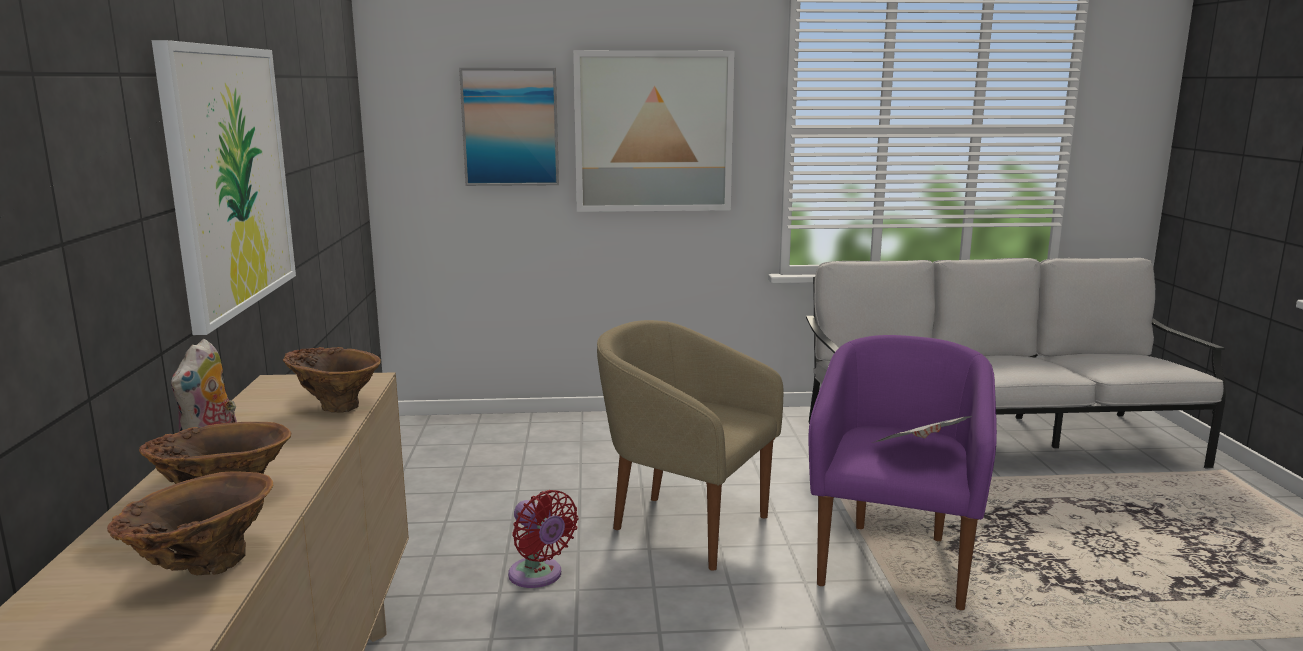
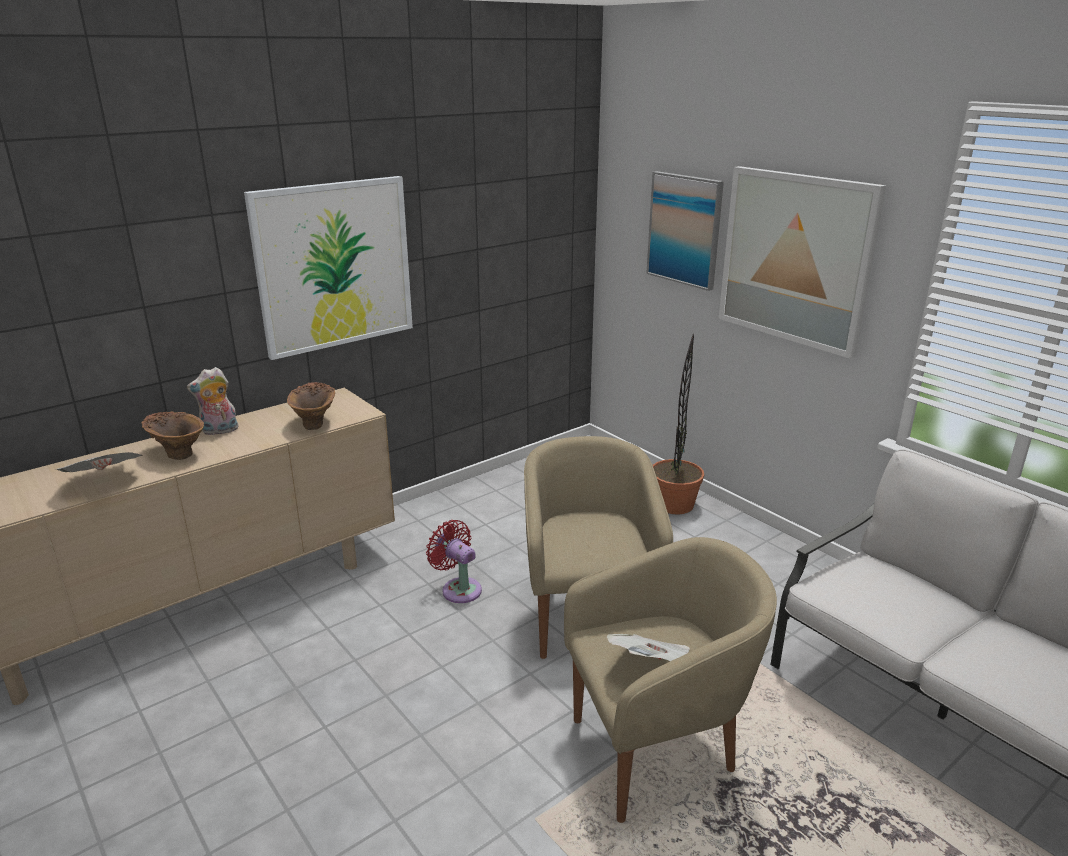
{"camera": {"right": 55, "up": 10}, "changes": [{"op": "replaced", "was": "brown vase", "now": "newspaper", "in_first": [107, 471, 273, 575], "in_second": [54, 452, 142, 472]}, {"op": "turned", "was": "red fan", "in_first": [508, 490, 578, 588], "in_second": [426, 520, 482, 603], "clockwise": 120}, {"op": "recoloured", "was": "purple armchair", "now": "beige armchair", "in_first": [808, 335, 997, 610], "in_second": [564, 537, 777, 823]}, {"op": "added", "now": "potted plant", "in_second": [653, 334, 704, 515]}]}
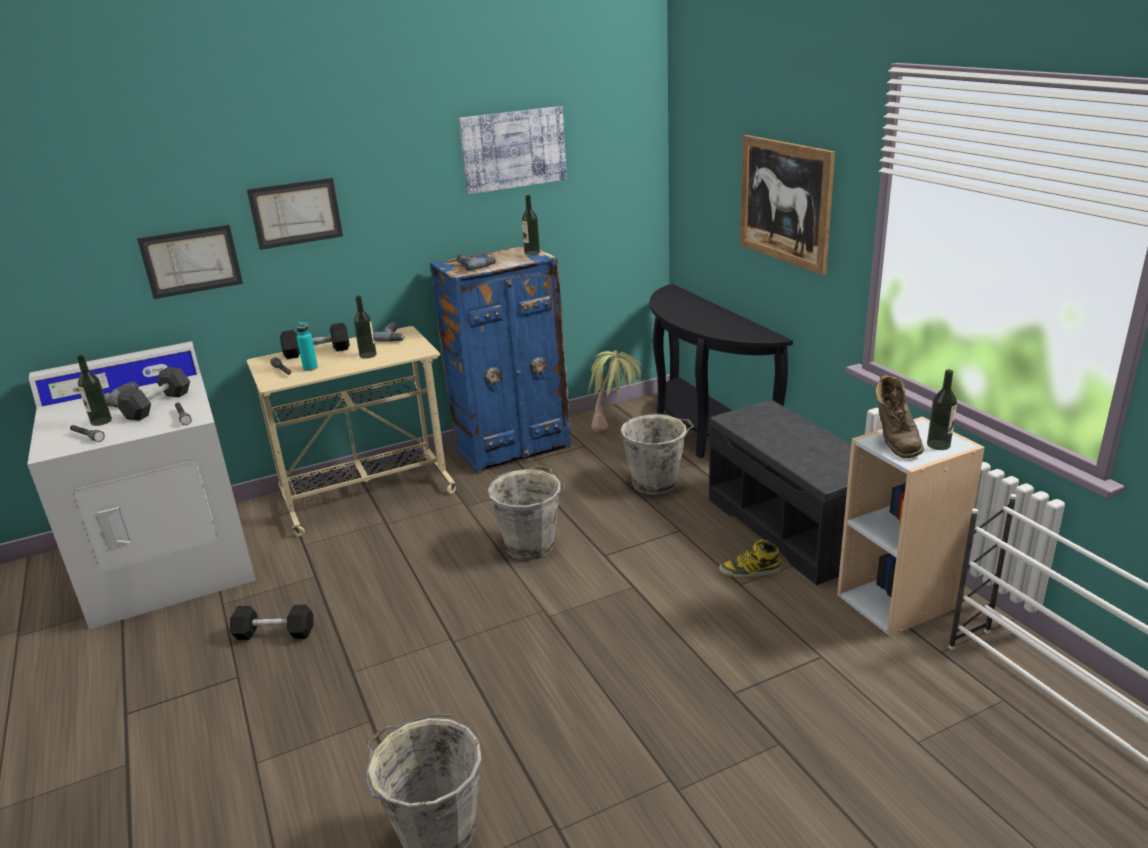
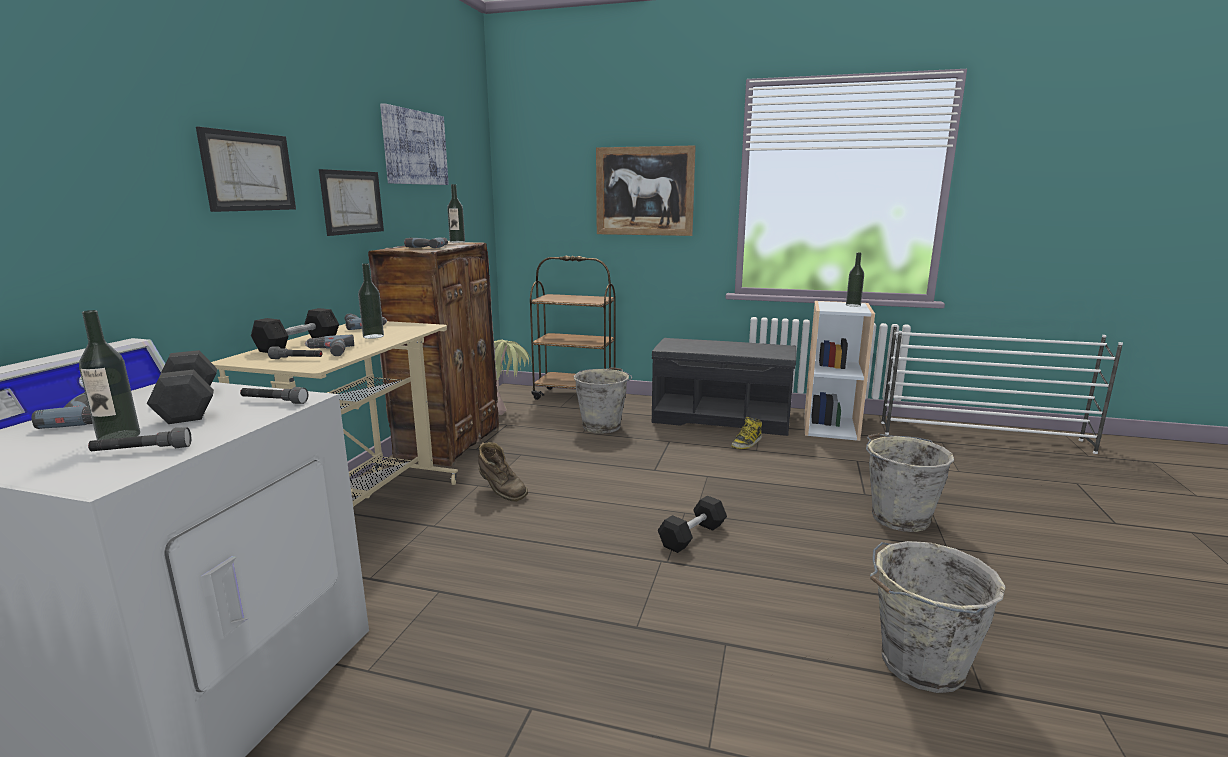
{"camera": {"right": -50, "up": -10}, "changes": [{"op": "moved", "was": "picture", "in_first": [137, 225, 243, 299], "in_second": [319, 169, 384, 236]}, {"op": "moved", "was": "black dumbbell", "in_first": [230, 605, 313, 640], "in_second": [658, 495, 727, 553]}, {"op": "replaced", "was": "turquoise bottle", "now": "power drill", "in_first": [297, 322, 318, 371], "in_second": [305, 335, 354, 356]}, {"op": "recoloured", "was": "blue cabinet", "now": "brown cabinet", "in_first": [430, 246, 571, 474], "in_second": [368, 241, 499, 466]}, {"op": "moved", "was": "grey bucket", "in_first": [488, 465, 565, 560], "in_second": [866, 433, 954, 532]}, {"op": "replaced", "was": "black console table", "now": "brown cart", "in_first": [650, 284, 793, 458], "in_second": [530, 256, 616, 400]}, {"op": "moved", "was": "brown boot", "in_first": [876, 375, 924, 458], "in_second": [478, 442, 528, 501]}]}
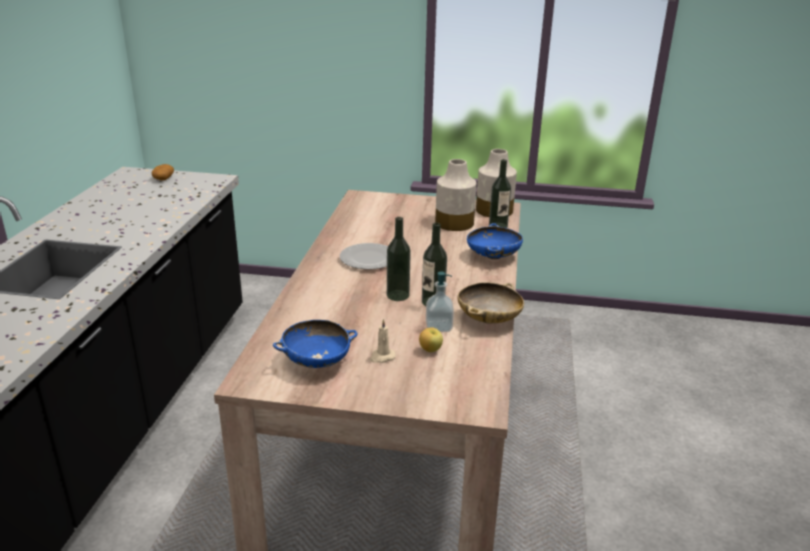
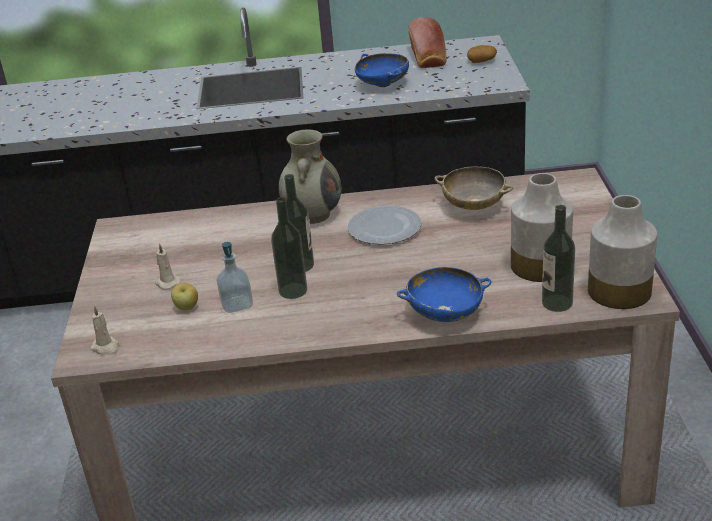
{"camera": {"right": 80, "up": 5}, "changes": [{"op": "moved", "was": "blue bowl", "in_first": [273, 320, 358, 368], "in_second": [355, 53, 409, 87]}, {"op": "moved", "was": "beige bowl", "in_first": [458, 282, 524, 324], "in_second": [435, 166, 513, 210]}, {"op": "added", "now": "beige candle", "in_second": [91, 306, 119, 355]}, {"op": "added", "now": "beige vase", "in_second": [279, 130, 341, 224]}, {"op": "added", "now": "bread", "in_second": [408, 17, 447, 68]}]}
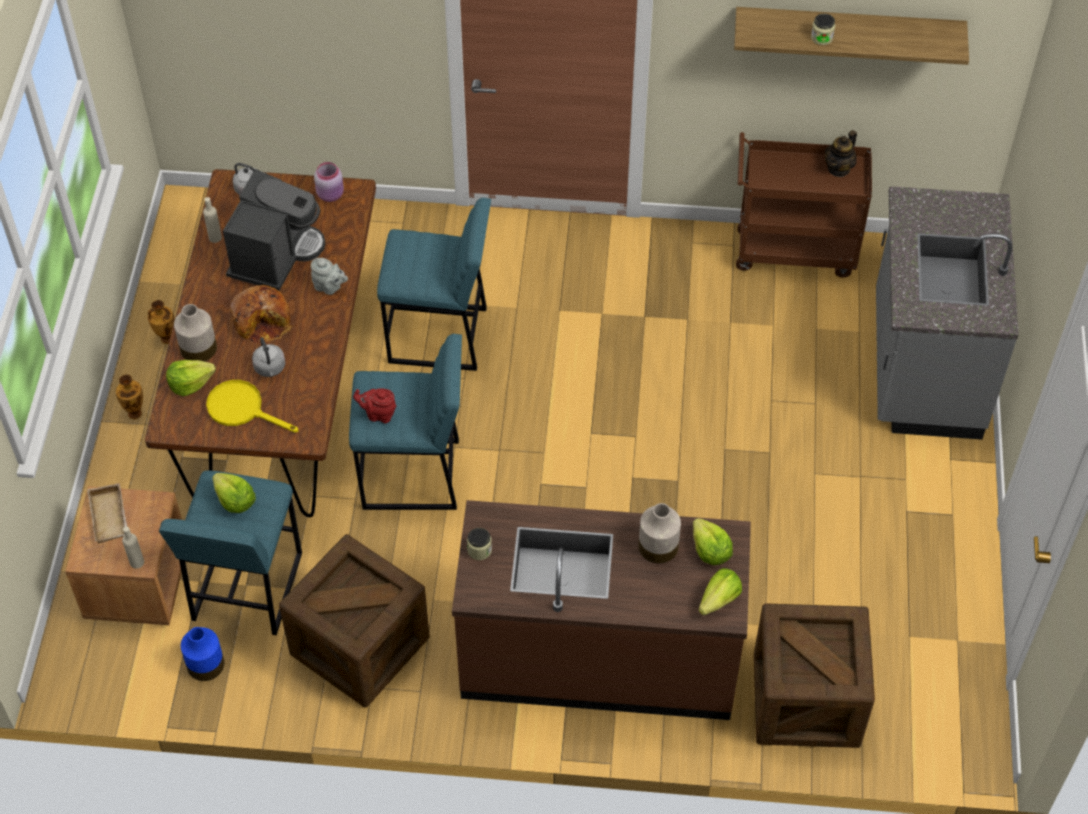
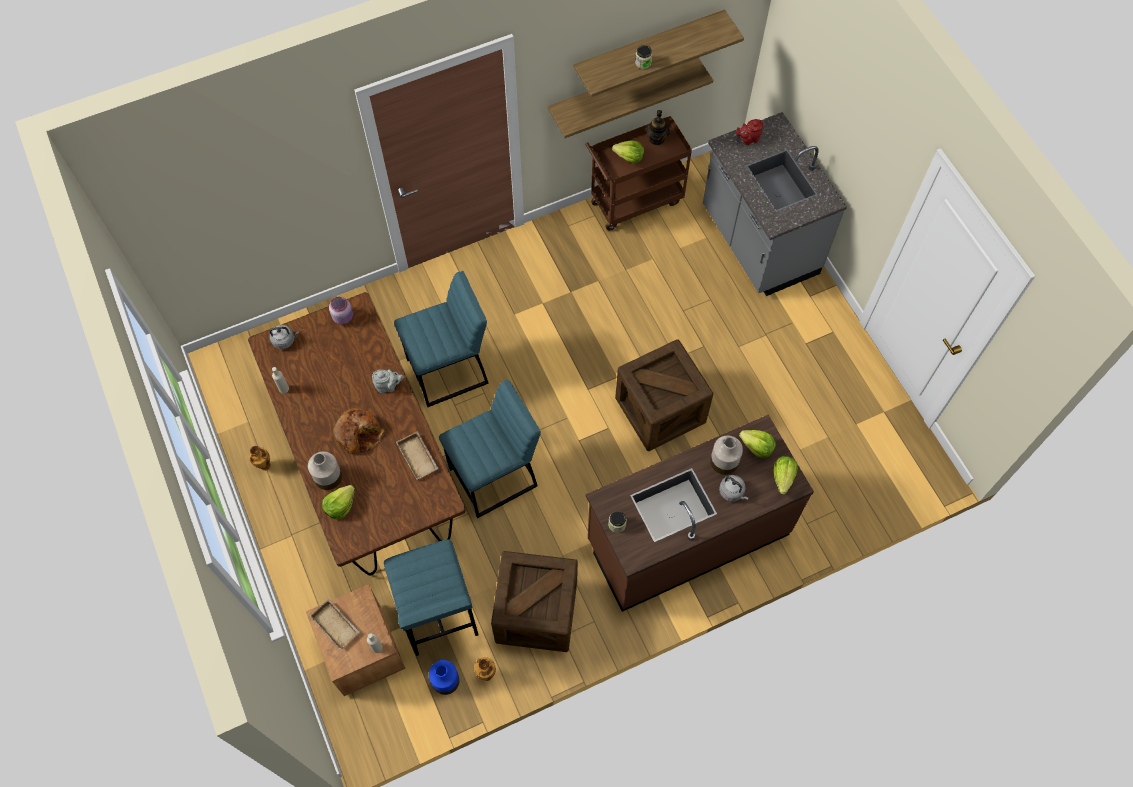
{"camera": {"right": -30, "up": 10}, "changes": [{"op": "moved", "was": "vase", "in_first": [116, 375, 143, 419], "in_second": [474, 657, 496, 681]}, {"op": "removed", "was": "yellow frying pan", "in_first": [206, 380, 298, 433]}, {"op": "moved", "was": "lettuce", "in_first": [212, 473, 256, 513], "in_second": [612, 140, 644, 163]}, {"op": "removed", "was": "coffee machine", "in_first": [223, 169, 326, 291]}, {"op": "moved", "was": "grey kettle", "in_first": [252, 337, 285, 377], "in_second": [719, 475, 749, 501]}, {"op": "moved", "was": "red teapot", "in_first": [353, 388, 397, 423], "in_second": [736, 119, 763, 145]}, {"op": "moved", "was": "crate", "in_first": [754, 603, 875, 748], "in_second": [615, 339, 714, 451]}, {"op": "added", "now": "beige tray", "in_second": [396, 431, 439, 480]}, {"op": "added", "now": "shelf", "in_second": [548, 58, 713, 138]}]}
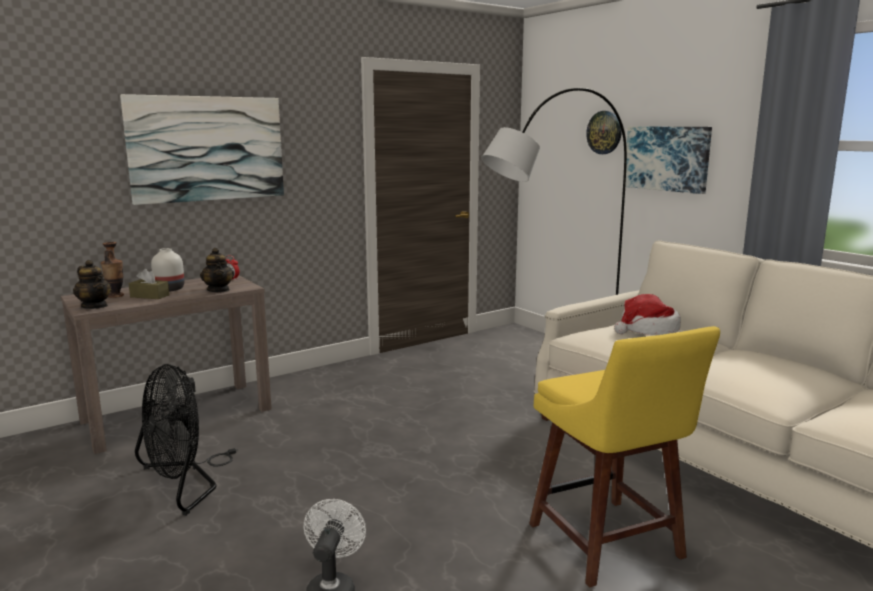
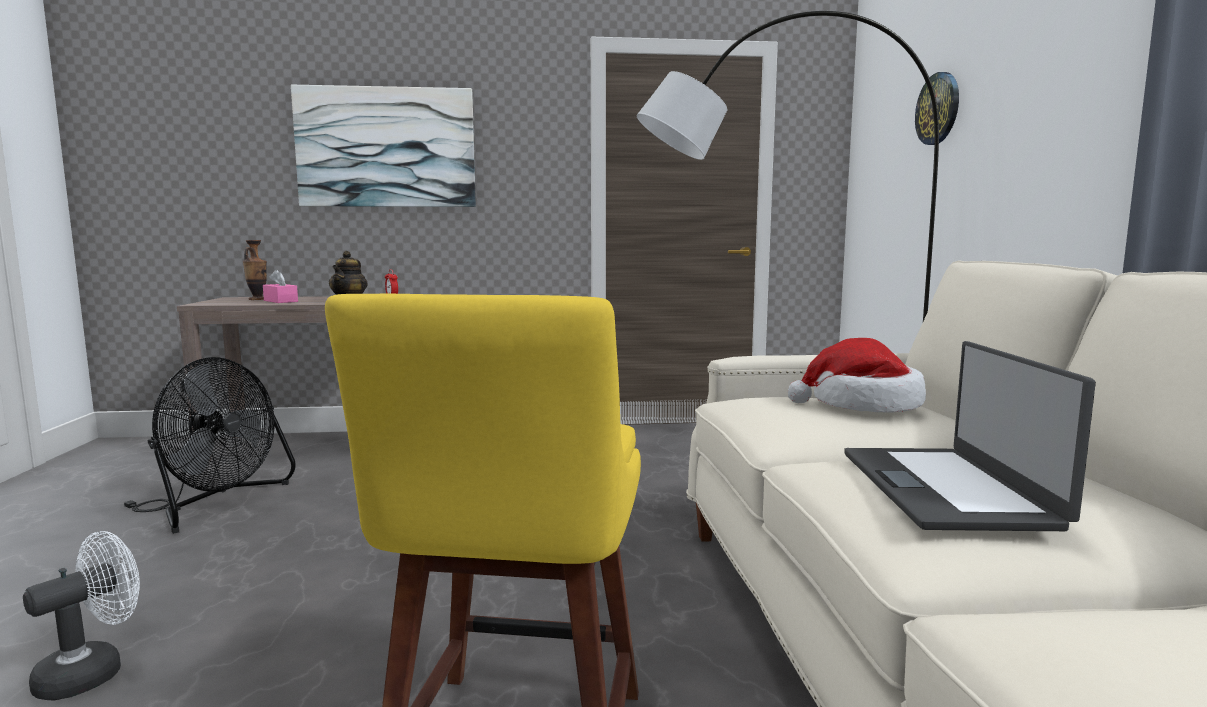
{"camera": {"right": 30, "up": -5}, "changes": [{"op": "removed", "was": "teapot", "in_first": [73, 260, 112, 309]}, {"op": "recoloured", "was": "brown tissue box", "now": "pink tissue box", "in_first": [129, 269, 169, 299], "in_second": [263, 269, 298, 303]}, {"op": "turned", "was": "black fan", "in_first": [135, 364, 238, 516], "in_second": [124, 357, 296, 534], "clockwise": -150}, {"op": "removed", "was": "white vase", "in_first": [151, 248, 184, 292]}, {"op": "removed", "was": "picture", "in_first": [625, 127, 712, 194]}, {"op": "added", "now": "laptop", "in_second": [844, 341, 1096, 531]}]}
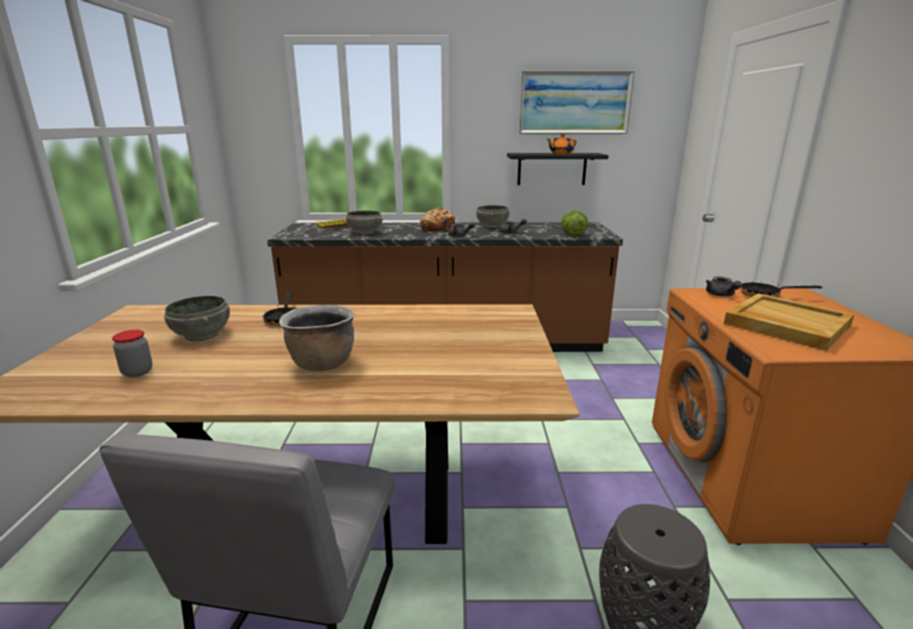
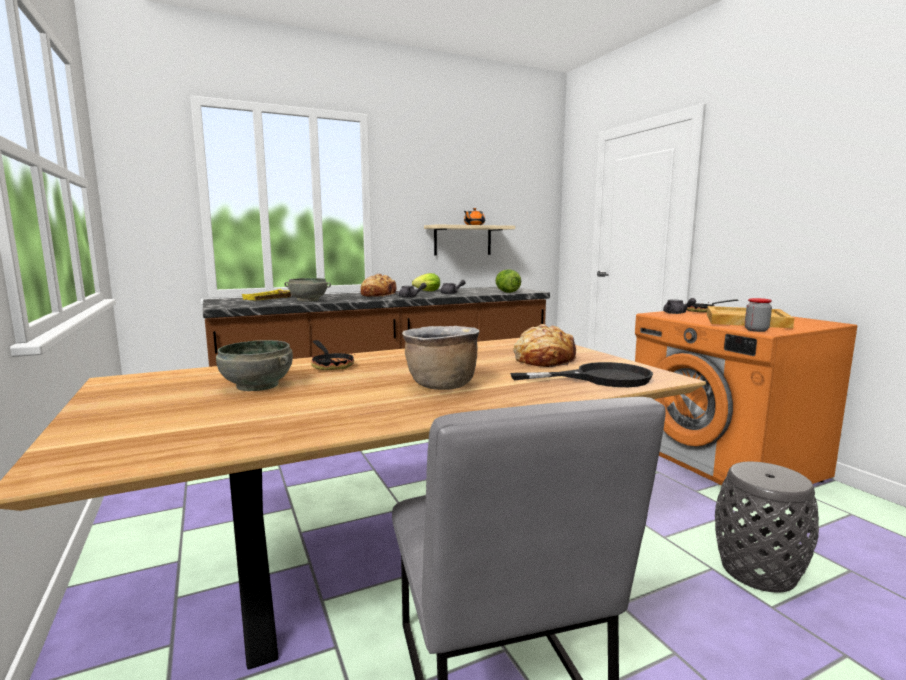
{"camera": {"right": -25, "up": -10}, "changes": [{"op": "moved", "was": "jar", "in_first": [112, 330, 152, 377], "in_second": [745, 298, 772, 332]}, {"op": "replaced", "was": "grey bowl", "now": "lettuce", "in_first": [476, 205, 509, 228], "in_second": [412, 273, 440, 291]}, {"op": "recoloured", "was": "black shelf", "now": "beige shelf", "in_first": [507, 153, 609, 185], "in_second": [424, 224, 515, 255]}, {"op": "removed", "was": "picture", "in_first": [519, 71, 635, 134]}, {"op": "added", "now": "black frying pan", "in_second": [510, 362, 653, 387]}, {"op": "added", "now": "bread", "in_second": [513, 324, 577, 367]}]}
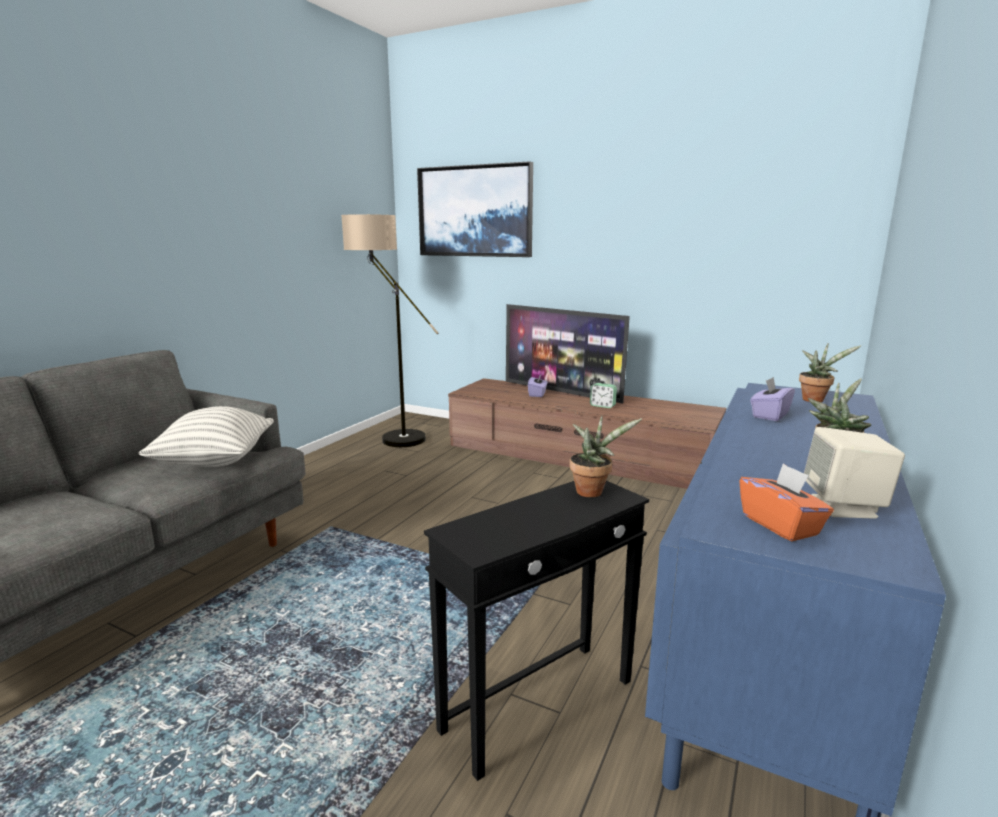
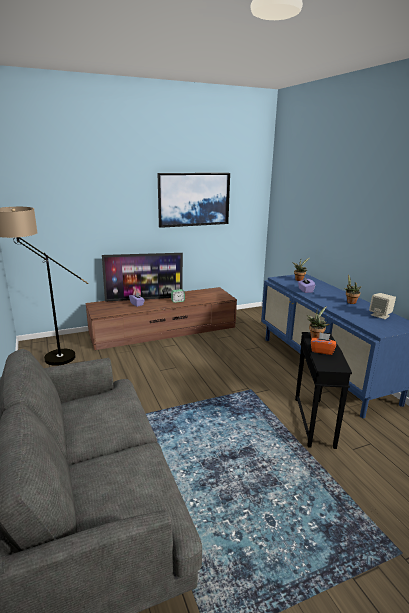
{"camera": {"right": -50, "up": 5}, "changes": [{"op": "removed", "was": "pillow", "in_first": [139, 406, 274, 467]}, {"op": "moved", "was": "picture", "in_first": [417, 161, 533, 257], "in_second": [157, 173, 230, 228]}, {"op": "moved", "was": "orange tissue box", "in_first": [739, 463, 834, 541], "in_second": [311, 332, 336, 355]}]}
